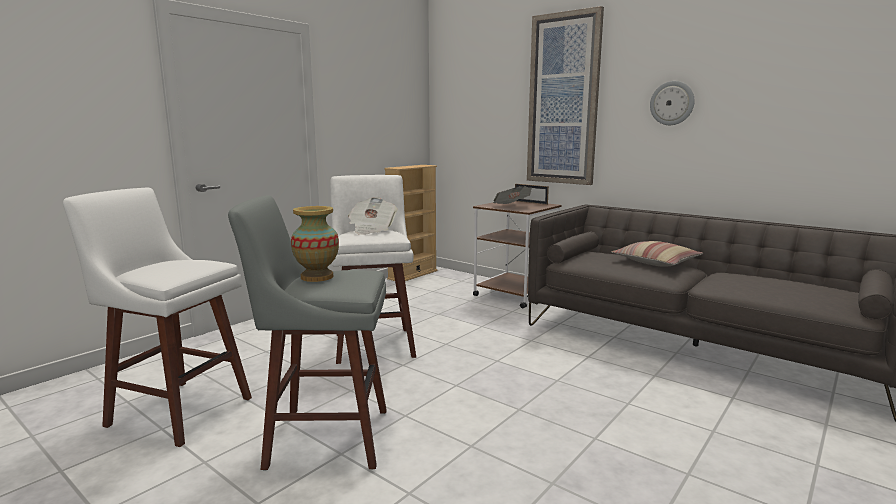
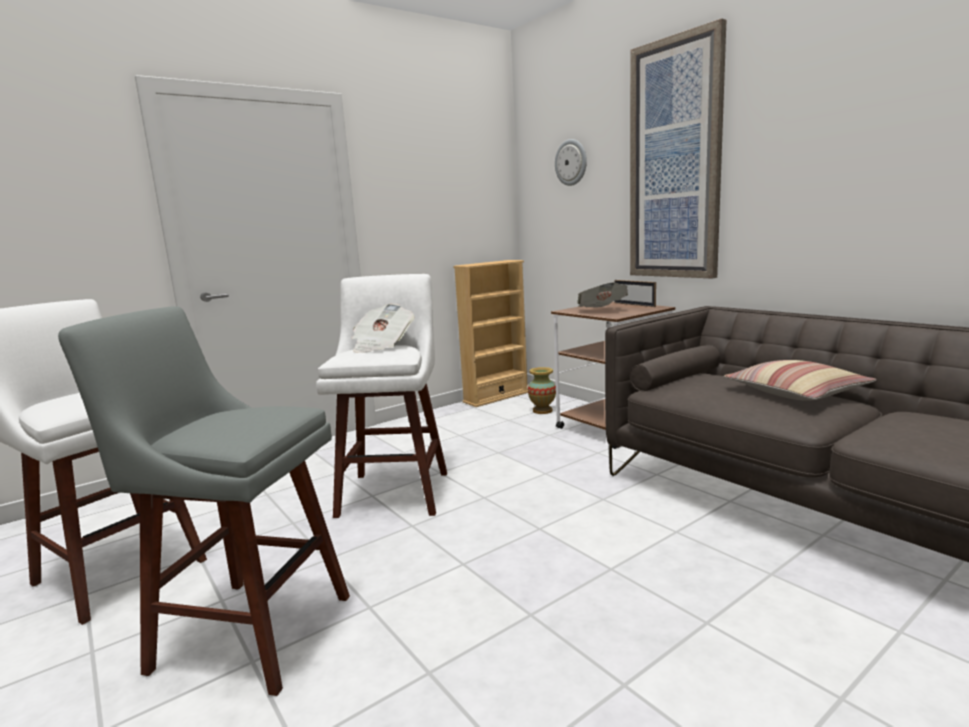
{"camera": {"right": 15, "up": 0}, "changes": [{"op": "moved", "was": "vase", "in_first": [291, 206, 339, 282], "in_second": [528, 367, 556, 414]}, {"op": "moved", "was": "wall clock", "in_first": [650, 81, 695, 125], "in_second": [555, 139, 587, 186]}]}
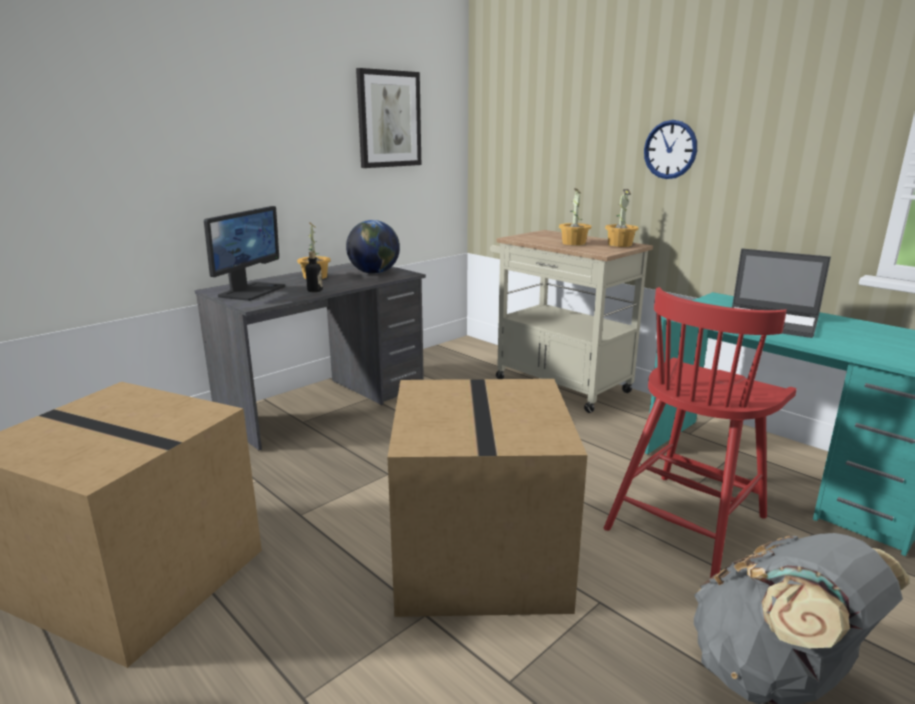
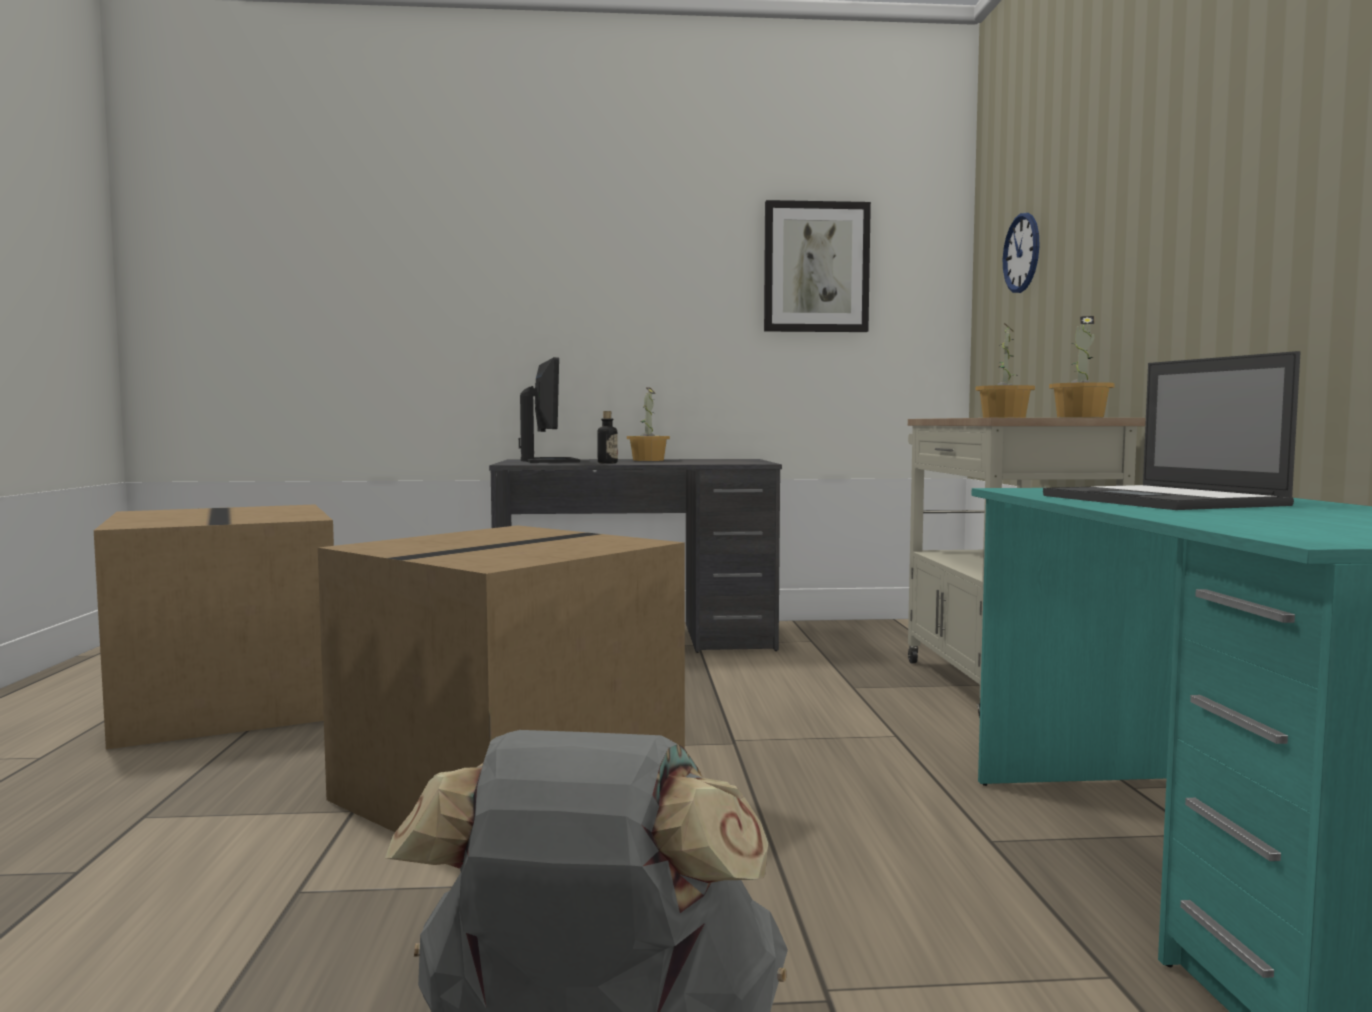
{"camera": {"right": 40, "up": -15}, "changes": [{"op": "turned", "was": "monitor", "in_first": [204, 206, 285, 301], "in_second": [519, 357, 580, 463], "clockwise": -75}, {"op": "removed", "was": "globe", "in_first": [346, 220, 400, 274]}, {"op": "removed", "was": "red chair", "in_first": [604, 287, 797, 578]}, {"op": "moved", "was": "wall clock", "in_first": [644, 120, 697, 179], "in_second": [1003, 213, 1040, 293]}]}
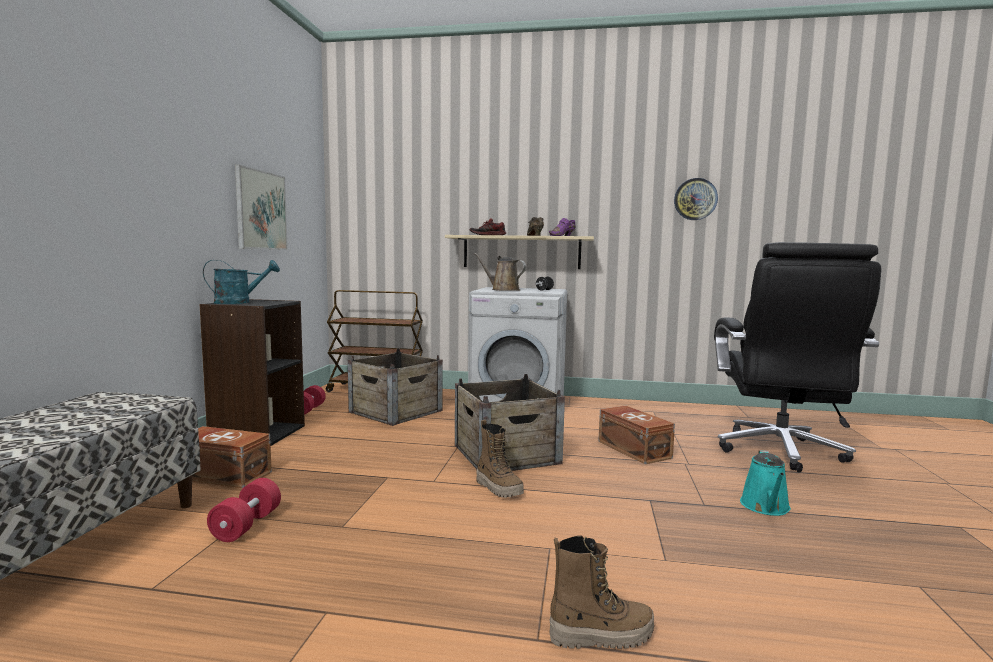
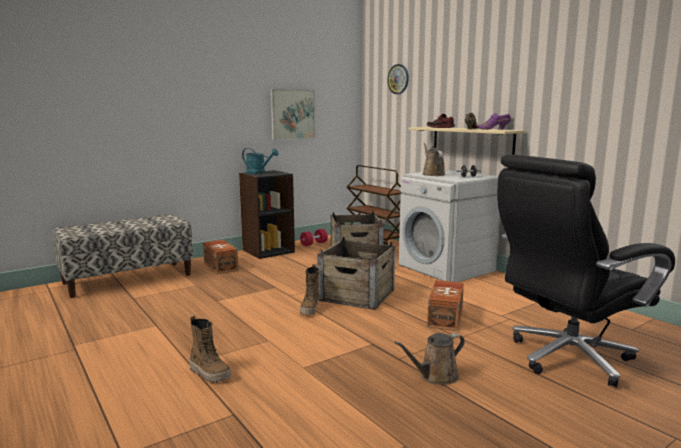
{"camera": {"right": 45, "up": 5}, "changes": [{"op": "removed", "was": "red dumbbell", "in_first": [207, 478, 281, 542]}, {"op": "moved", "was": "wall clock", "in_first": [674, 178, 718, 220], "in_second": [387, 64, 409, 94]}, {"op": "recoloured", "was": "turquoise watering can", "now": "brown watering can", "in_first": [740, 450, 791, 516], "in_second": [394, 333, 465, 384]}]}
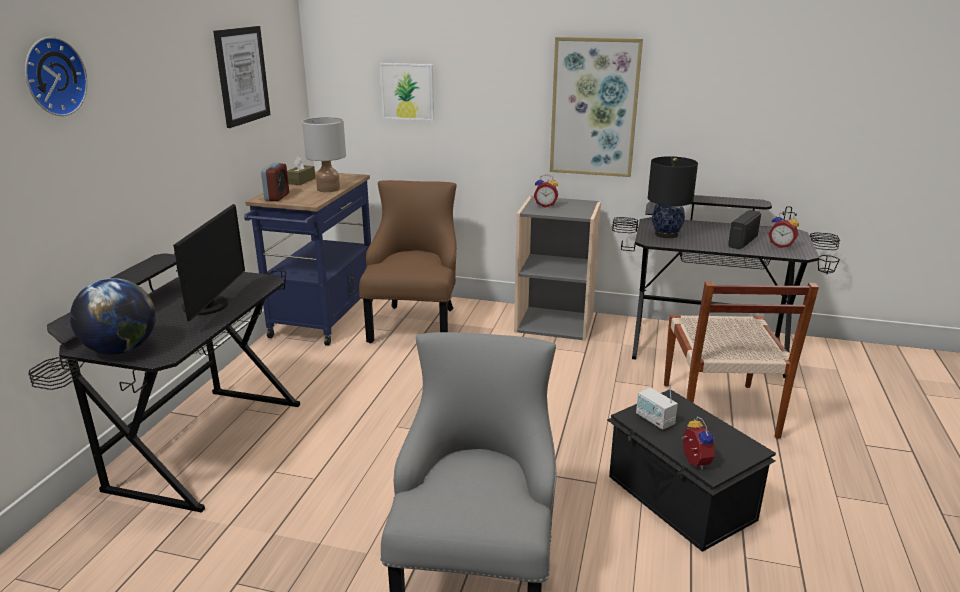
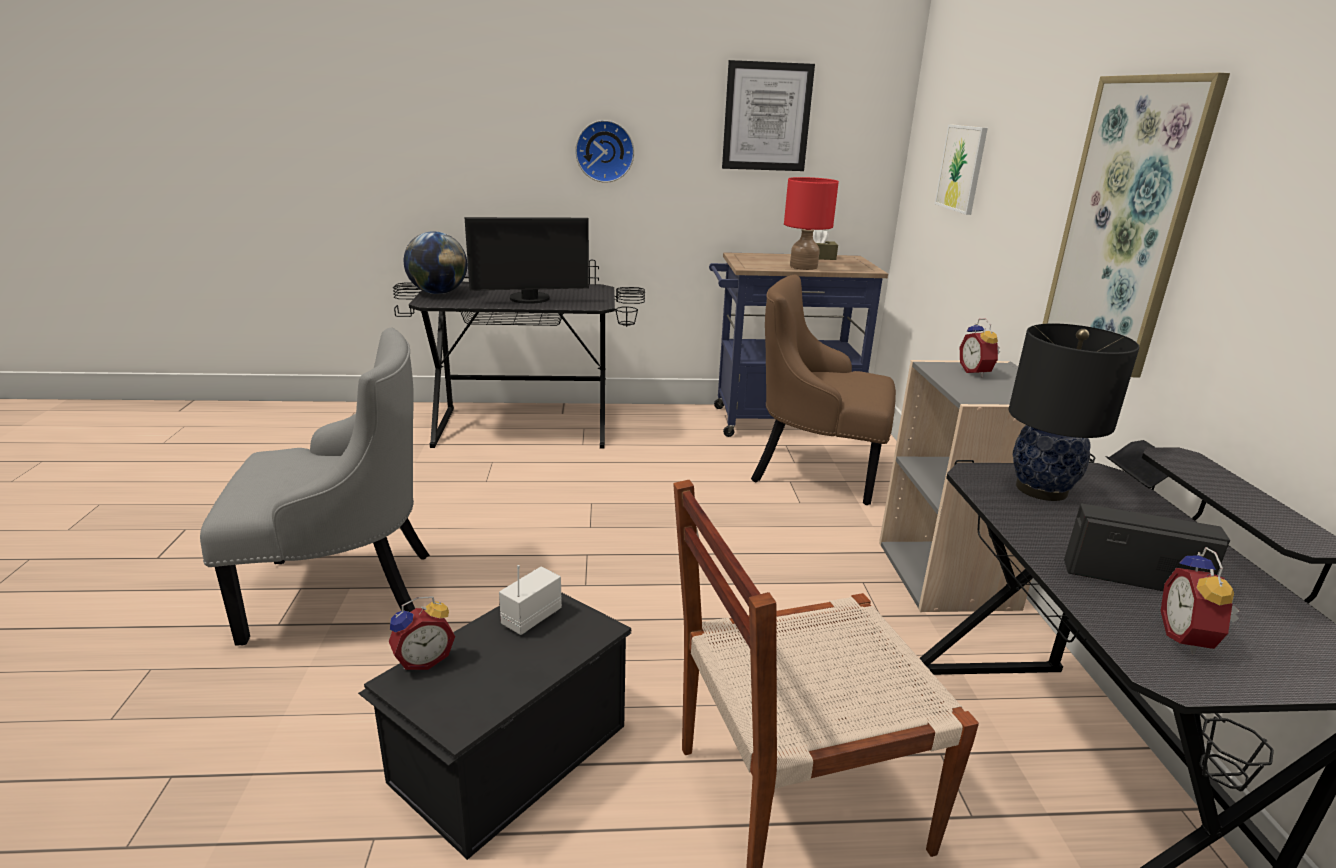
{"camera": {"right": 70, "up": 0}, "changes": [{"op": "moved", "was": "wall clock", "in_first": [25, 37, 88, 116], "in_second": [575, 120, 634, 183]}, {"op": "removed", "was": "alarm clock", "in_first": [261, 163, 289, 201]}, {"op": "recoloured", "was": "grey table lamp", "now": "red table lamp", "in_first": [302, 117, 346, 192], "in_second": [784, 177, 839, 270]}, {"op": "turned", "was": "brown chair", "in_first": [359, 180, 457, 343], "in_second": [751, 275, 896, 505], "clockwise": -150}]}
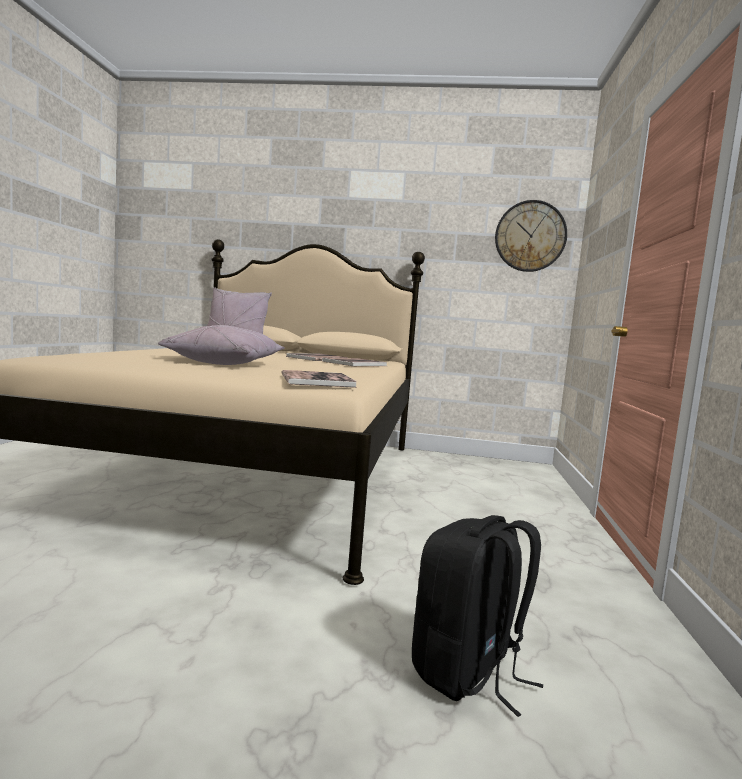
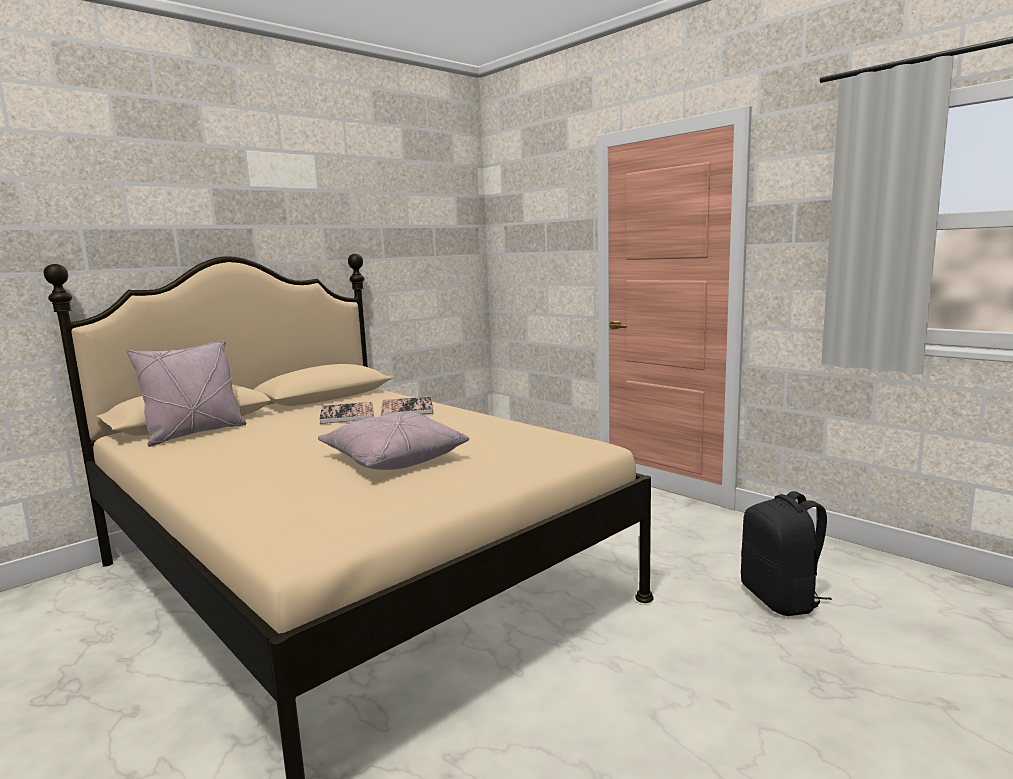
{"camera": {"right": -50, "up": 5}, "changes": [{"op": "removed", "was": "book", "in_first": [281, 370, 357, 388]}, {"op": "removed", "was": "wall clock", "in_first": [495, 200, 567, 272]}]}
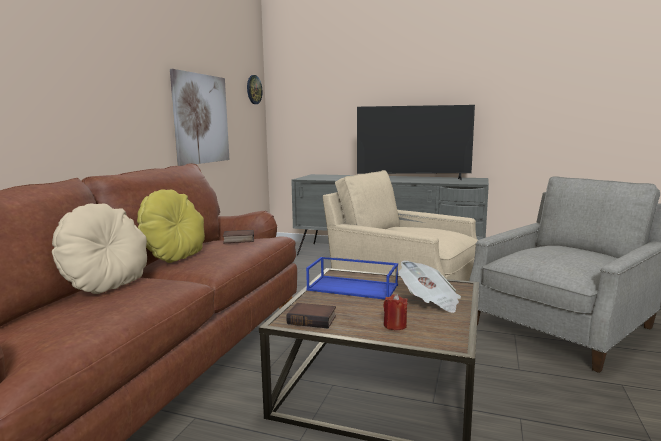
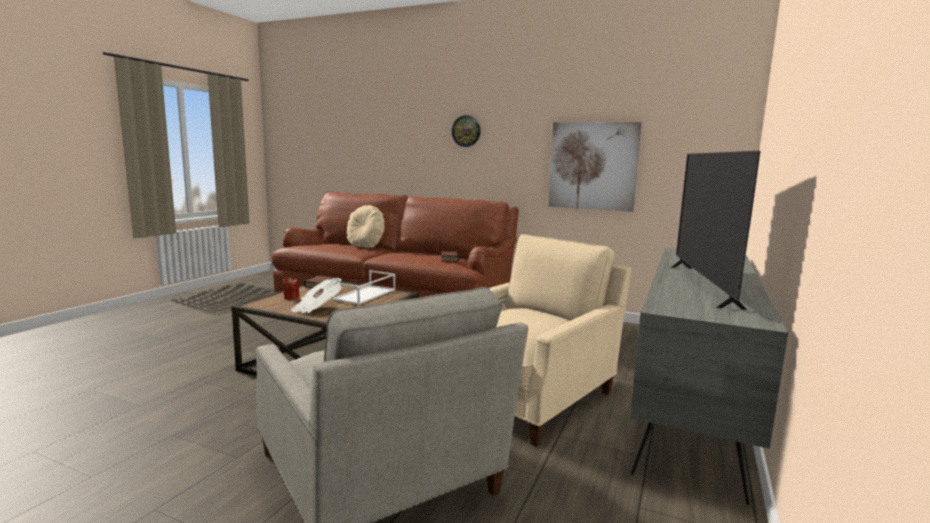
{"camera": {"right": 95, "up": 0}, "changes": [{"op": "removed", "was": "yellow pillow", "in_first": [137, 189, 205, 263]}, {"op": "moved", "was": "wall clock", "in_first": [247, 75, 262, 104], "in_second": [452, 115, 481, 147]}, {"op": "recoloured", "was": "blue tray", "now": "white tray", "in_first": [306, 256, 398, 300], "in_second": [332, 270, 395, 305]}]}
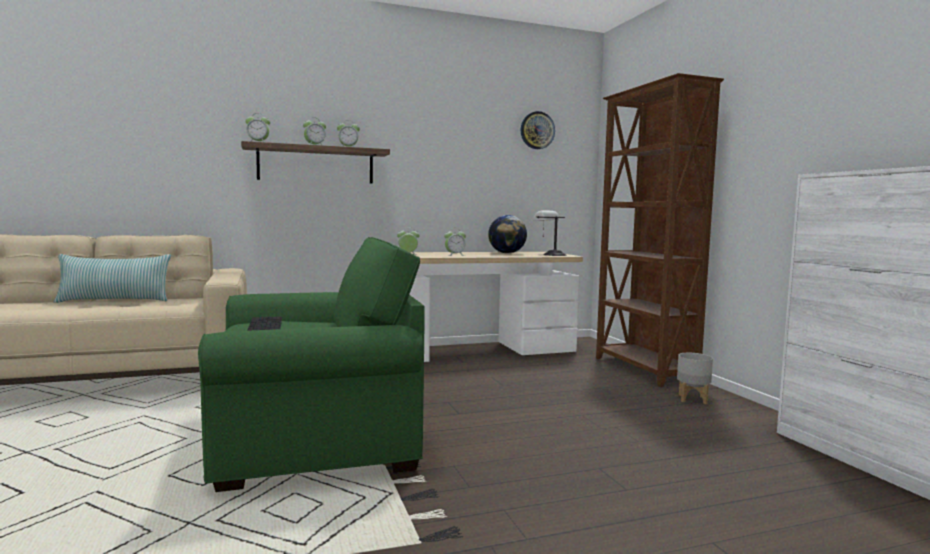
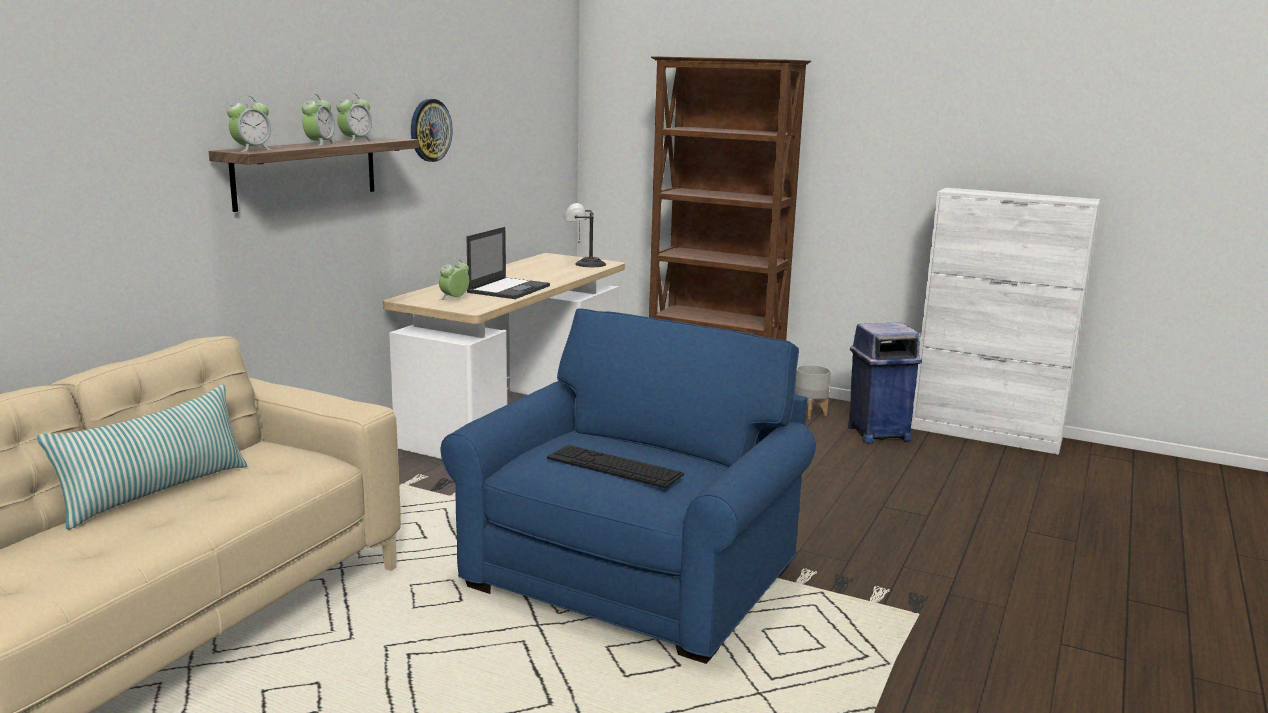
{"camera": {"right": -45, "up": 10}, "changes": [{"op": "recoloured", "was": "green armchair", "now": "blue armchair", "in_first": [198, 237, 425, 492], "in_second": [441, 308, 816, 664]}, {"op": "replaced", "was": "alarm clock", "now": "laptop", "in_first": [444, 230, 466, 256], "in_second": [466, 227, 550, 299]}, {"op": "removed", "was": "globe", "in_first": [488, 215, 527, 253]}, {"op": "moved", "was": "wall clock", "in_first": [521, 111, 555, 149], "in_second": [411, 99, 453, 162]}, {"op": "added", "now": "blue trash can", "in_second": [848, 322, 922, 443]}]}
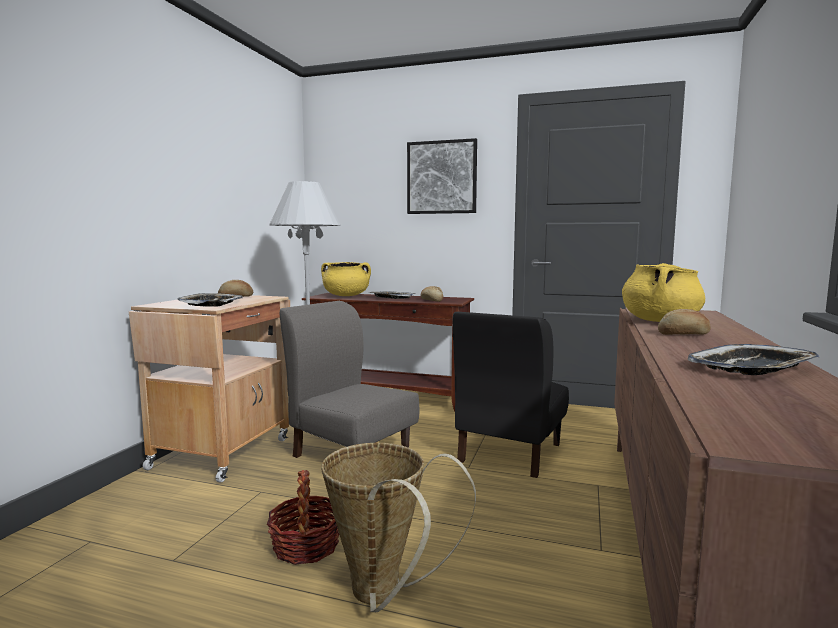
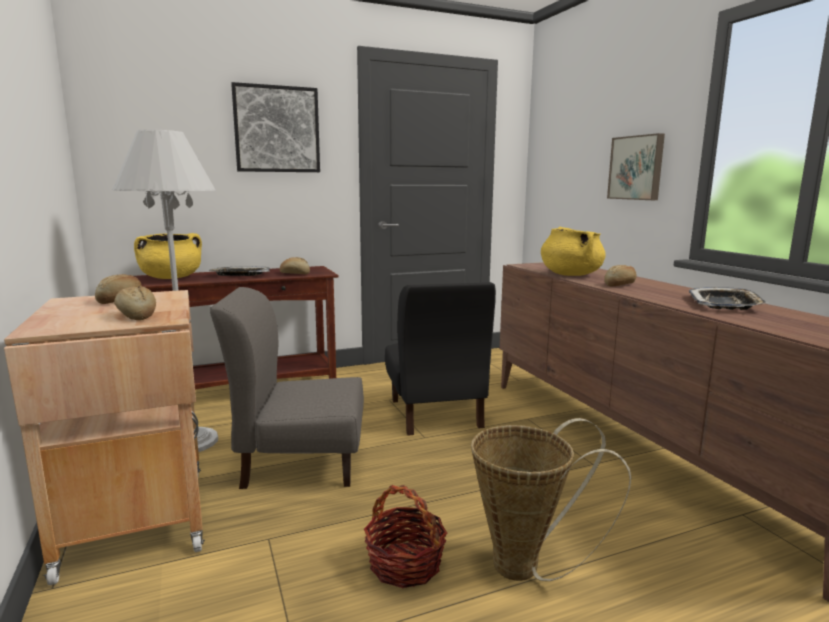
{"camera": {"right": -40, "up": 5}, "changes": [{"op": "replaced", "was": "tray", "now": "bread", "in_first": [178, 293, 243, 307], "in_second": [114, 286, 156, 320]}, {"op": "added", "now": "picture", "in_second": [607, 133, 665, 200]}]}
